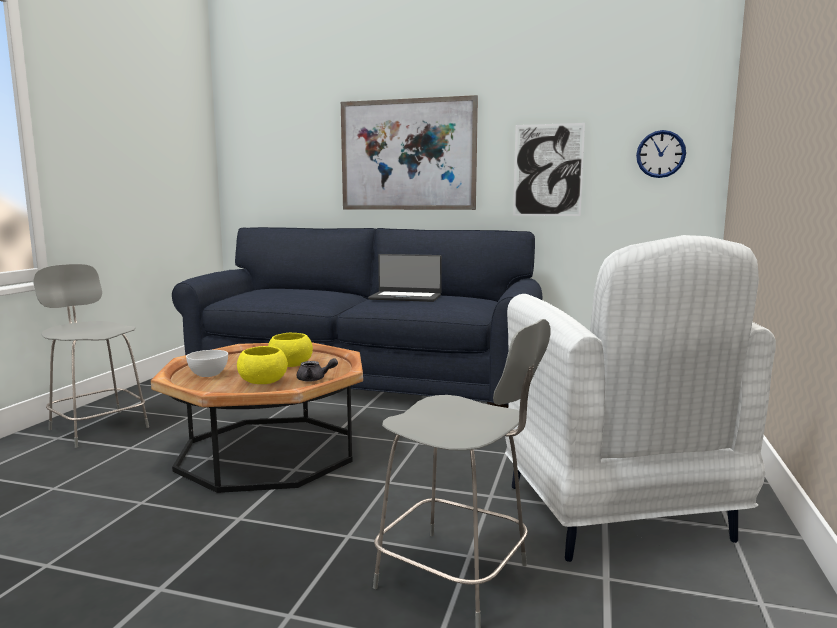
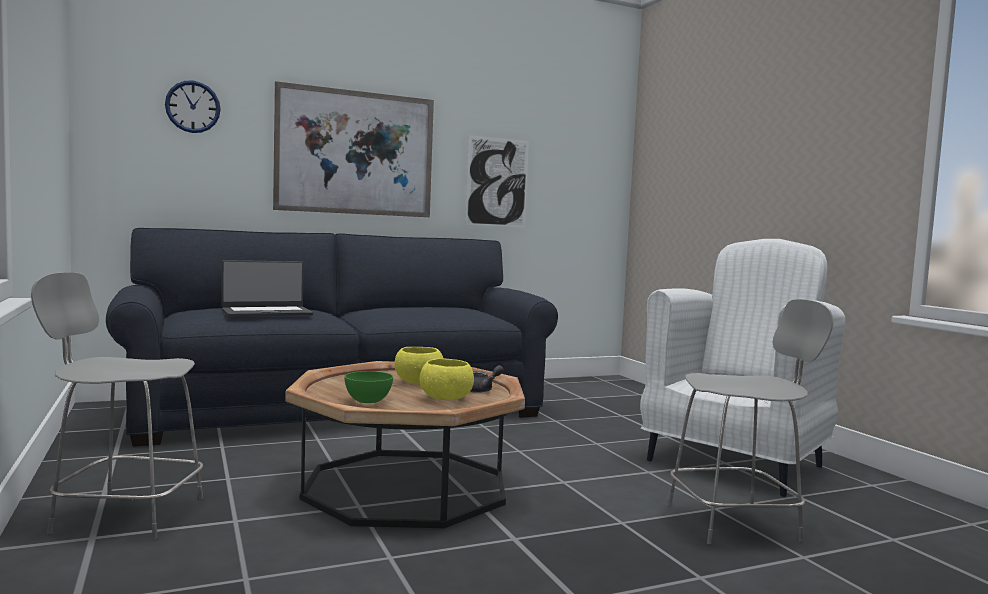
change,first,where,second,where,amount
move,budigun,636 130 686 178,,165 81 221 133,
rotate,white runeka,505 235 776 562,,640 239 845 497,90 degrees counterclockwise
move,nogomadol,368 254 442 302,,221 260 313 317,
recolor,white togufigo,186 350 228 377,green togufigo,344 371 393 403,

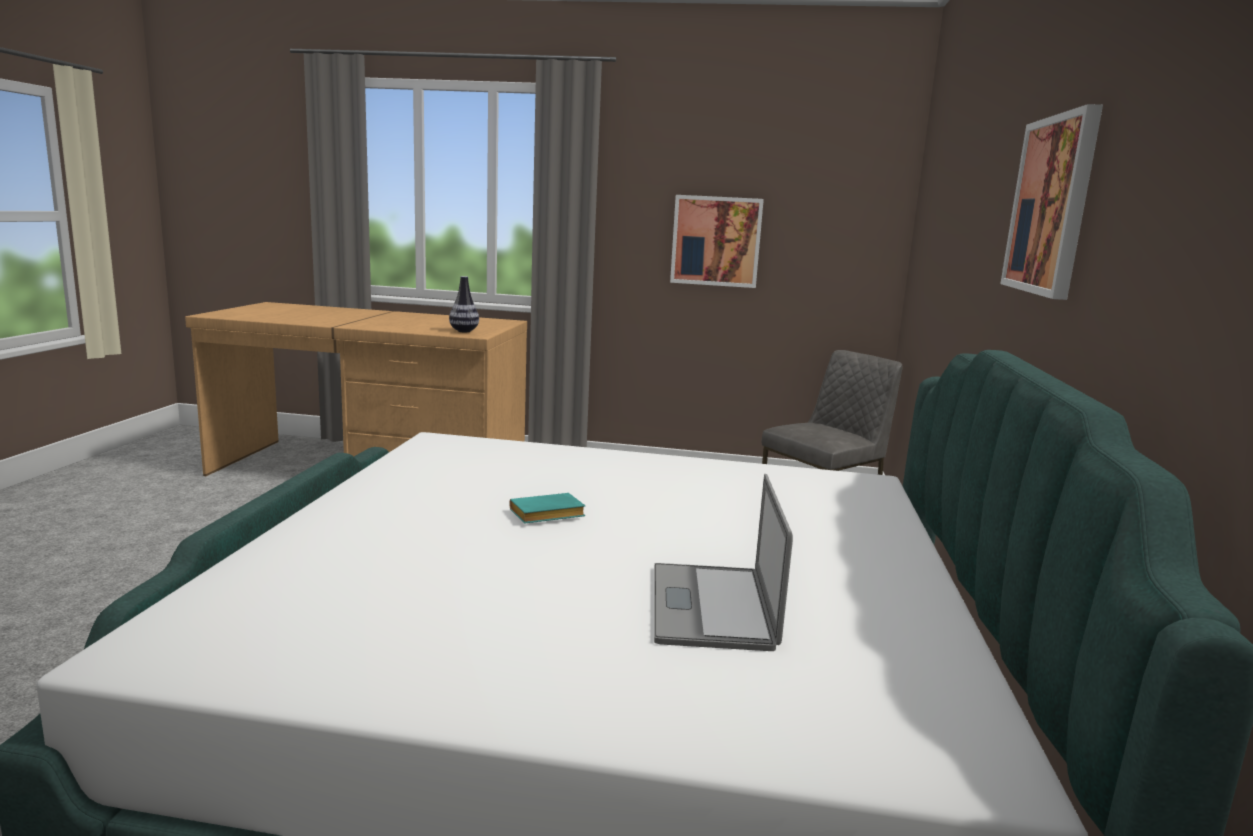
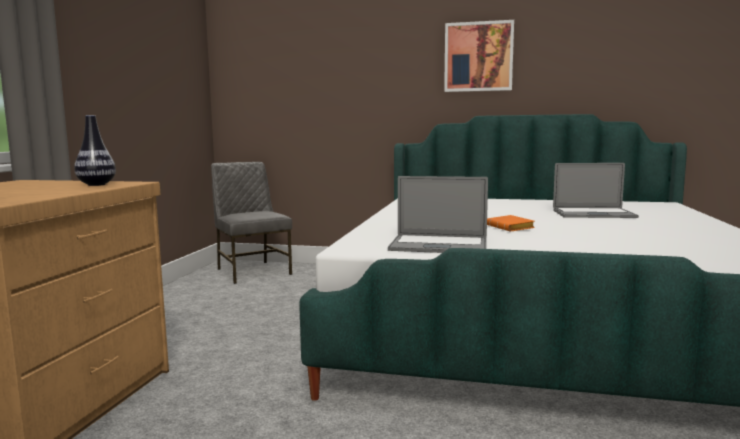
change,first,where,second,where,amount
delete,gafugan,670 195 764 288,,,
recolor,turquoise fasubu,509 493 585 524,orange fasubu,487 215 535 232,
insert,,,nogomadol,388 176 488 253,

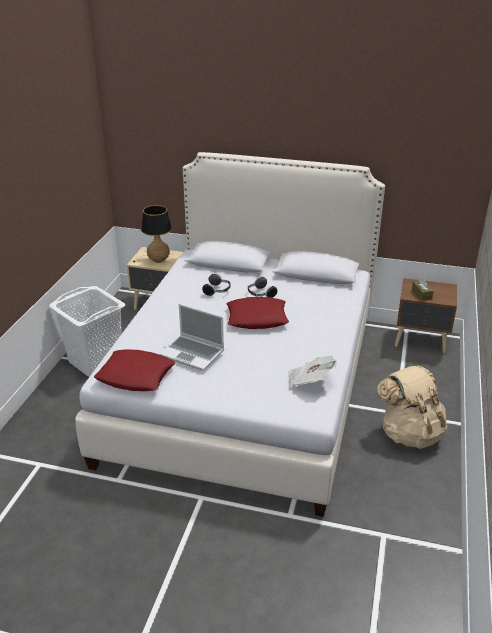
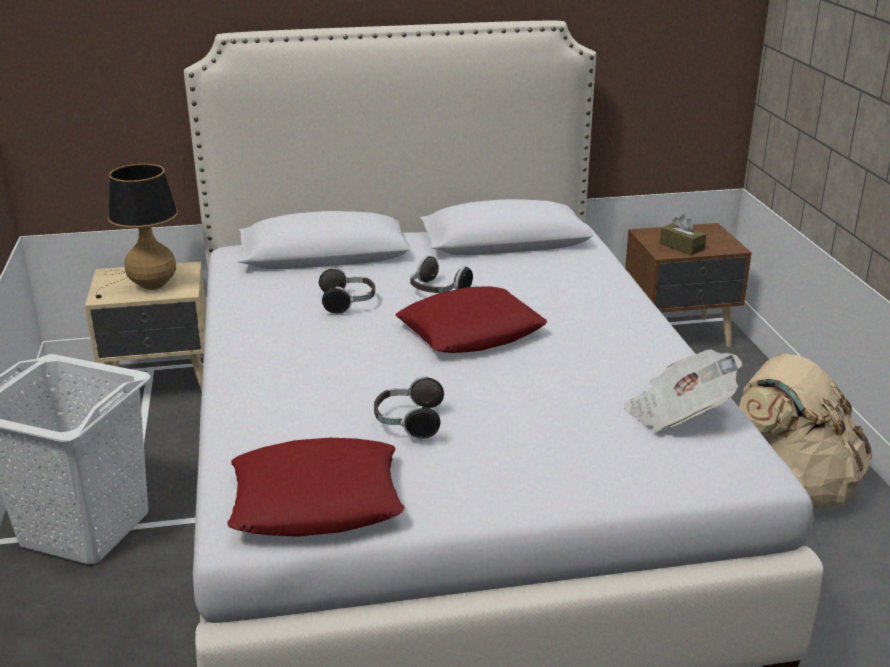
change,first,where,second,where,amount
replace,nogomadol,160 304 224 371,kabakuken,374 376 444 440,

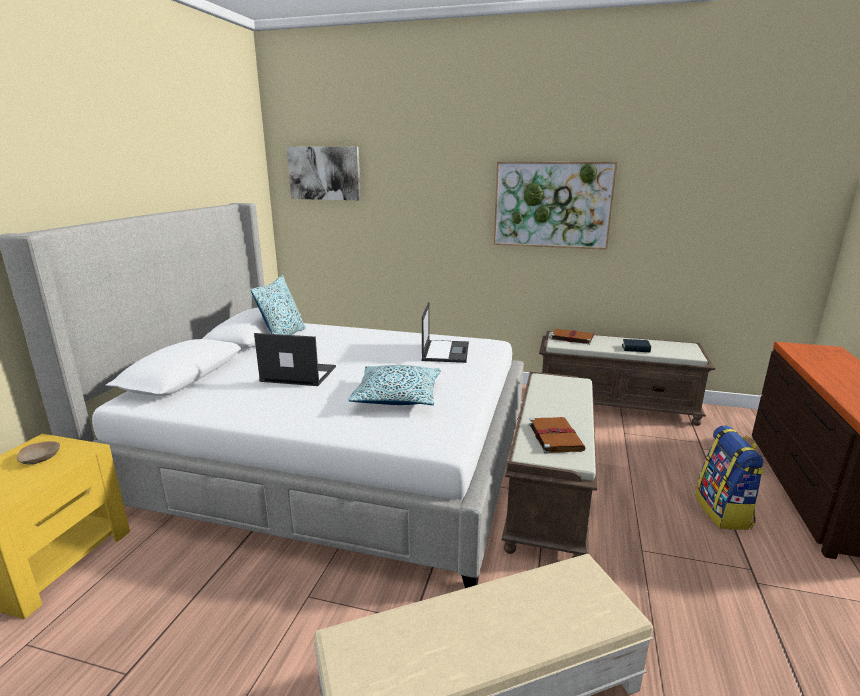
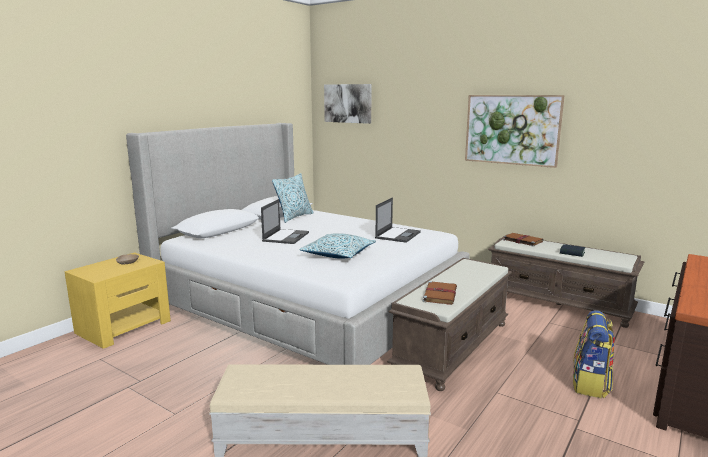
change,first,where,second,where,amount
rotate,nogomadol,254 333 336 386,,261 199 309 244,75 degrees clockwise

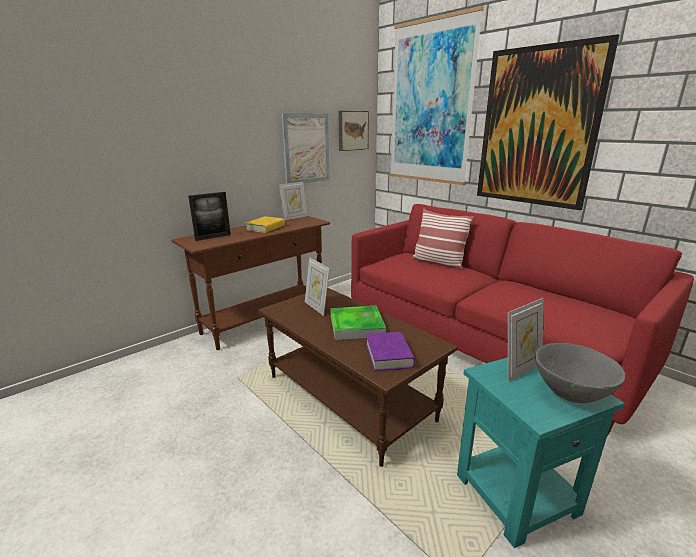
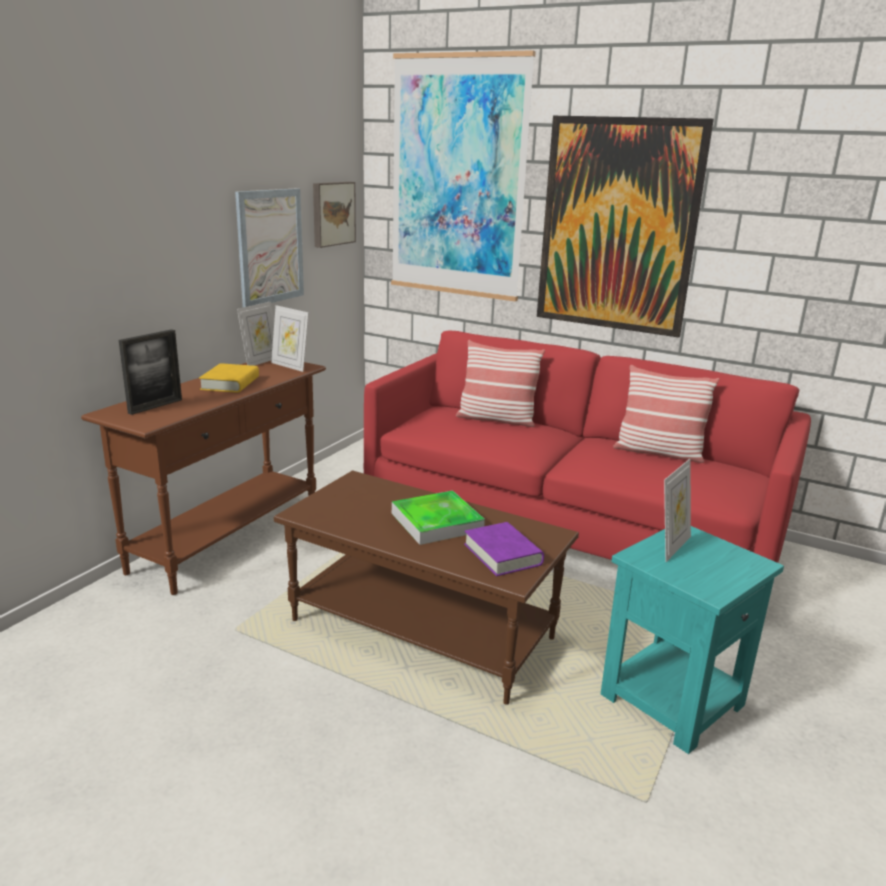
change,first,where,second,where,amount
move,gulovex,305 257 330 316,,271 305 309 372,
delete,grey togufigo,535 343 625 403,,,
insert,,,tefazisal,613 365 719 463,

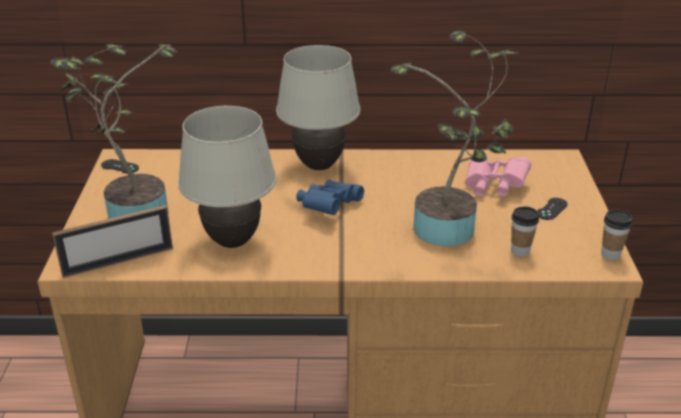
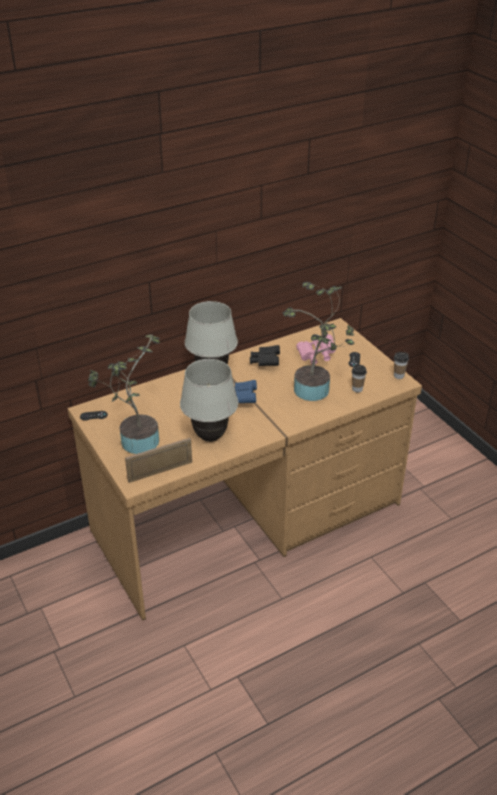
change,first,where,second,where,amount
rotate,gulovex,52 205 173 278,,125 438 192 483,150 degrees counterclockwise
insert,,,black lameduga,250 345 280 366,

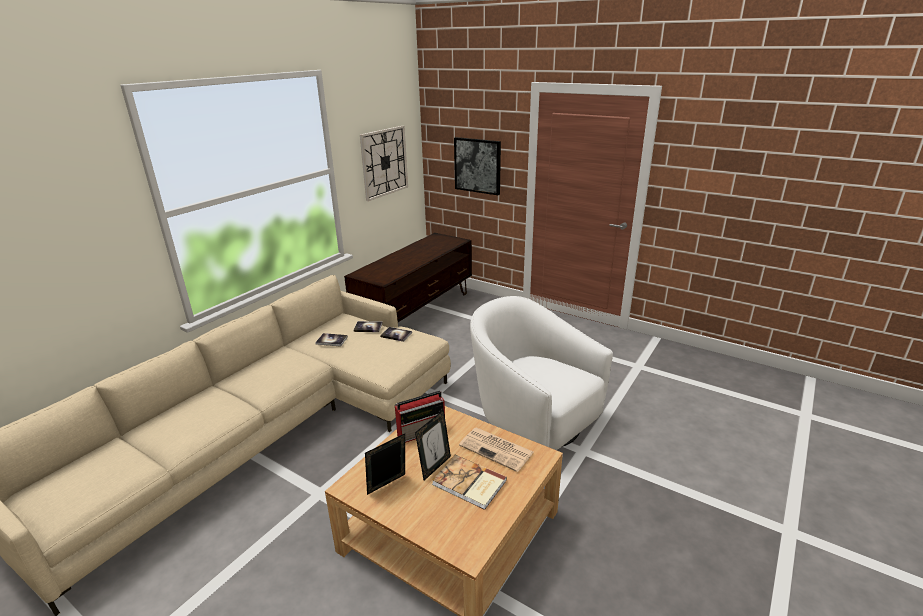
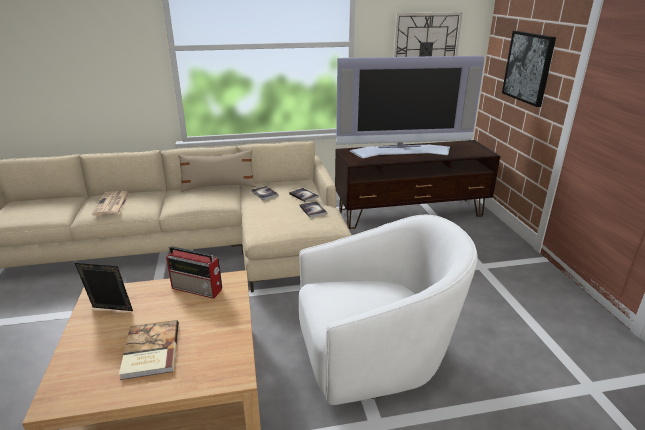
change,first,where,second,where,amount
rotate,white runeka,470 296 613 450,,299 215 477 405,75 degrees clockwise
delete,gulovex,415 410 451 480,,,
move,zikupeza,459 428 534 472,,92 191 130 215,
insert,,,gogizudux,336 56 484 158,
insert,,,beige tefazisal,178 150 256 192,

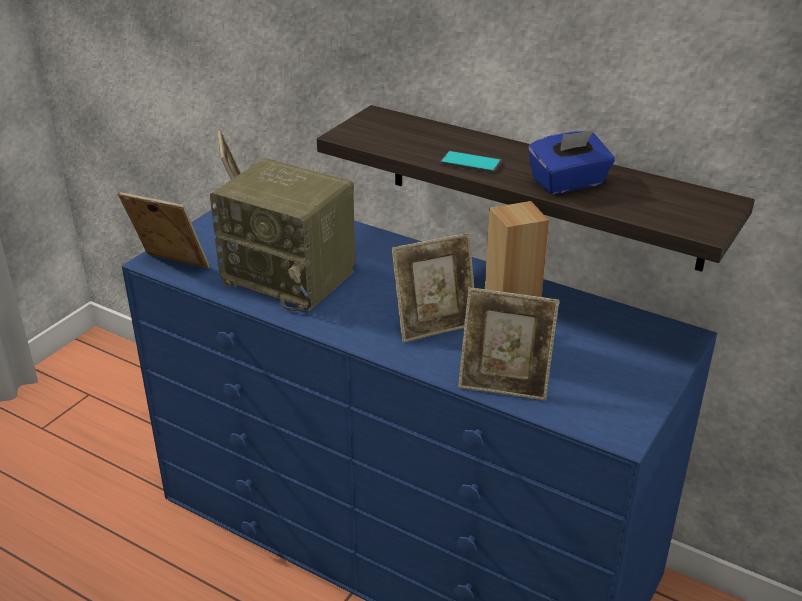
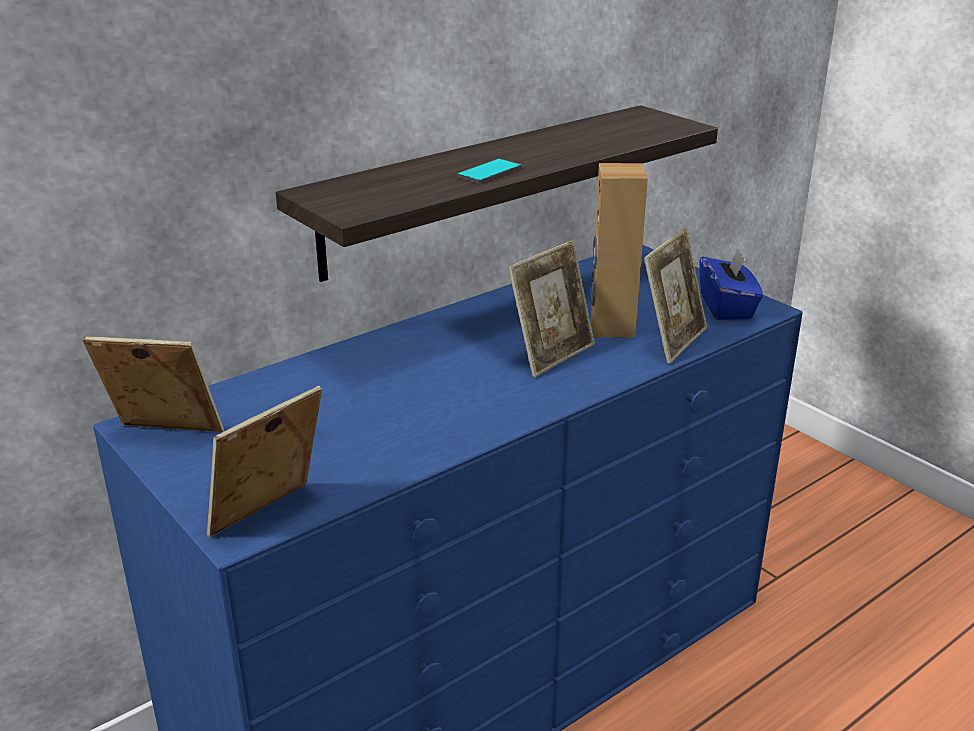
change,first,where,second,where,amount
move,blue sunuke,528 130 615 194,,699 248 763 320,
delete,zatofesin,210 158 355 312,,,
rotate,gulovex,392 233 474 343,,508 240 595 377,45 degrees clockwise

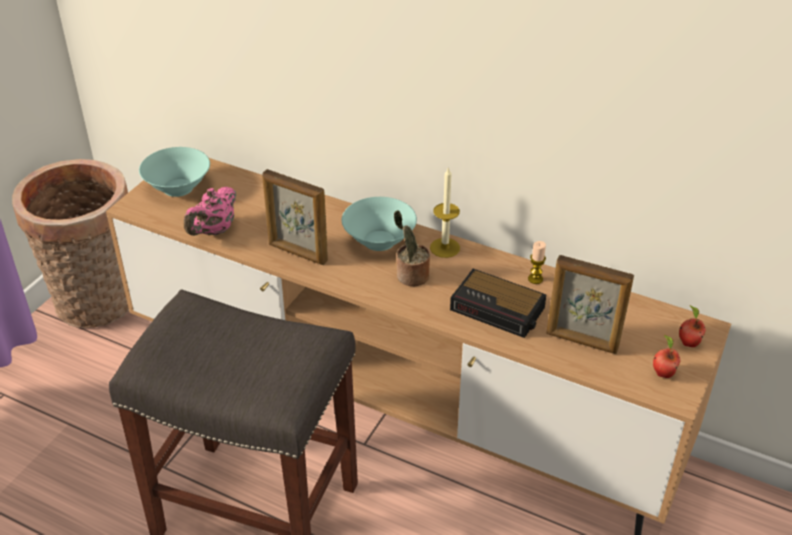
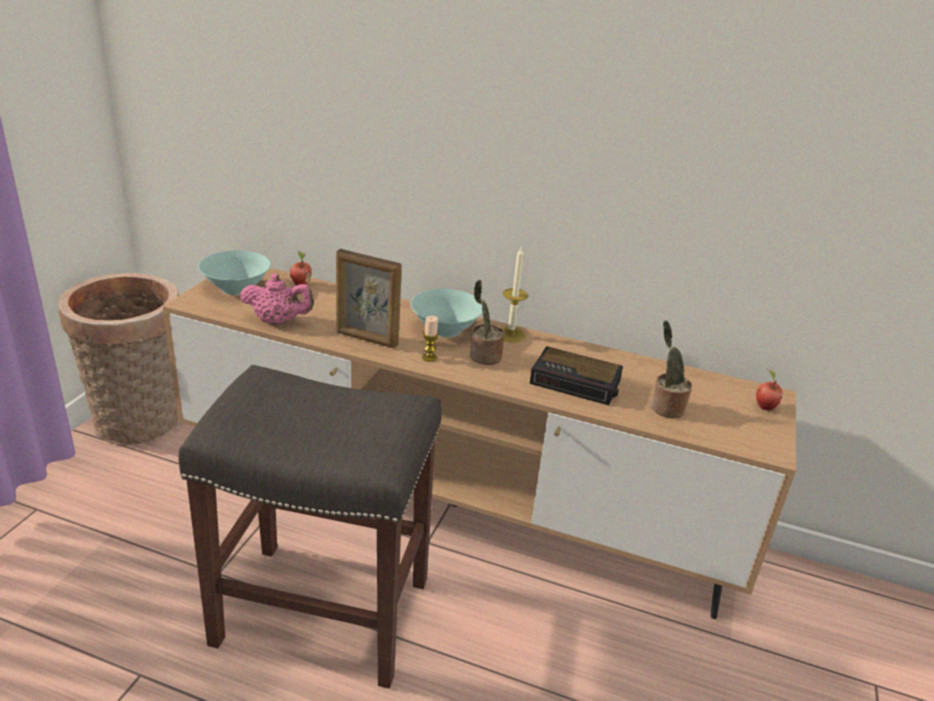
change,first,where,second,where,amount
rotate,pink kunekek,184 187 236 236,,240 273 314 324,105 degrees counterclockwise
move,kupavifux,528 241 546 284,,422 316 439 362,
replace,gulovex,546 255 634 354,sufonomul,651 321 692 419,
move,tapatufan,653 334 680 378,,290 251 312 285,

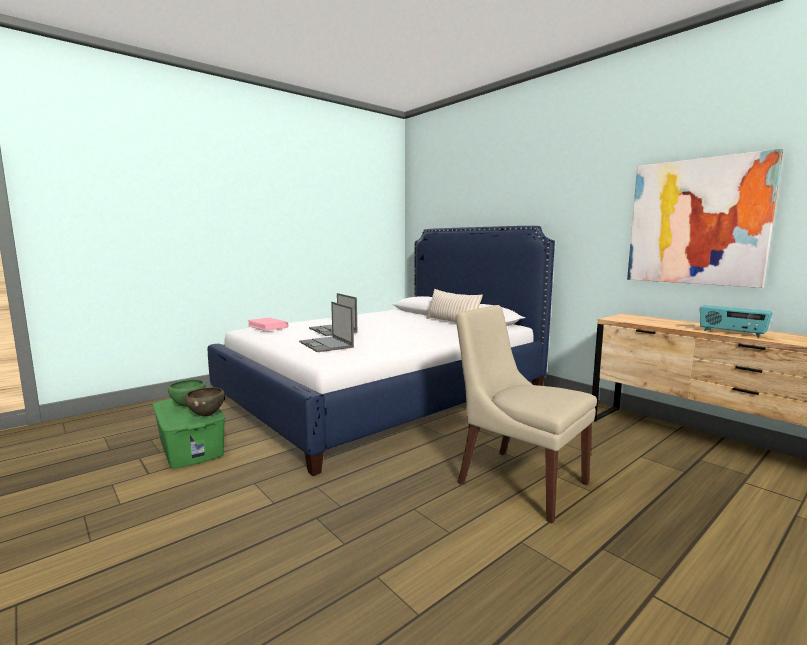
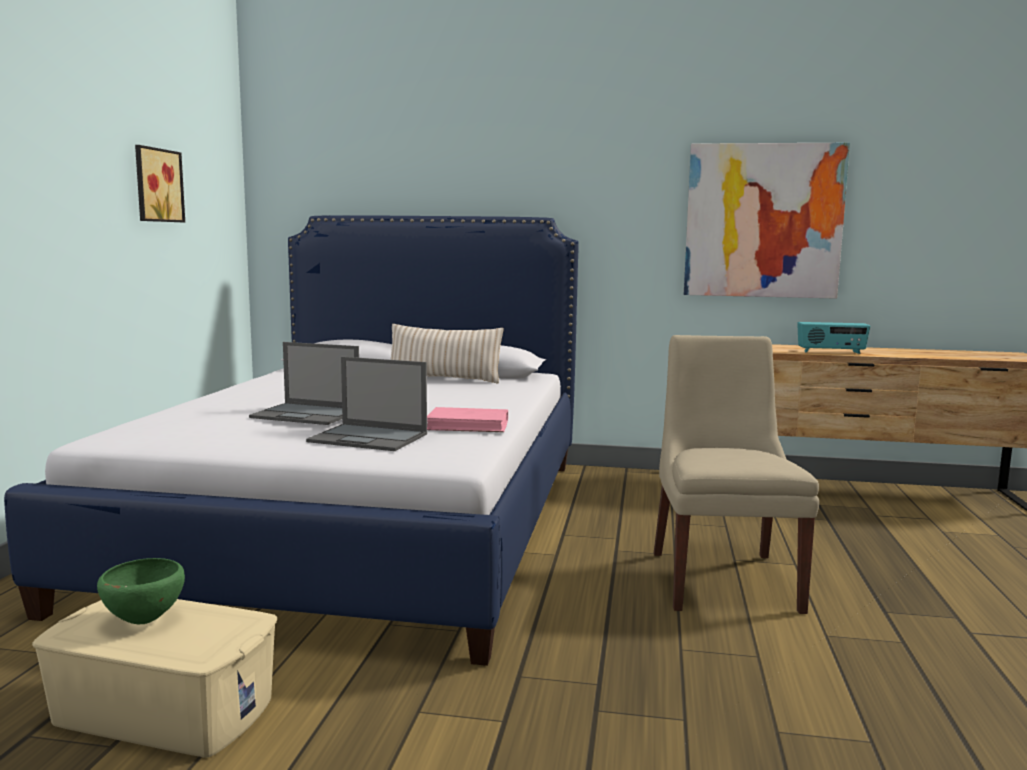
change,first,where,second,where,amount
rotate,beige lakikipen,456 305 597 523,,654 335 819 614,90 degrees clockwise
move,pink fasubu,247 318 289 331,,427 407 508 432,
delete,brown togufigo,185 387 224 416,,,
recolor,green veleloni,153 399 225 469,beige veleloni,32 599 277 758,
insert,,,gafugan,135 145 185 222,

